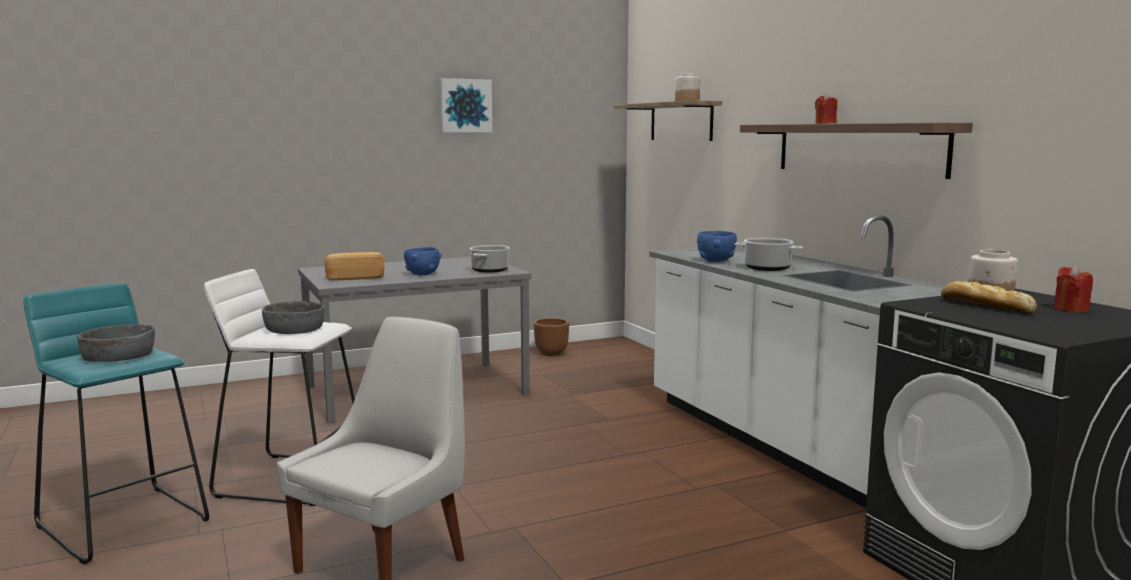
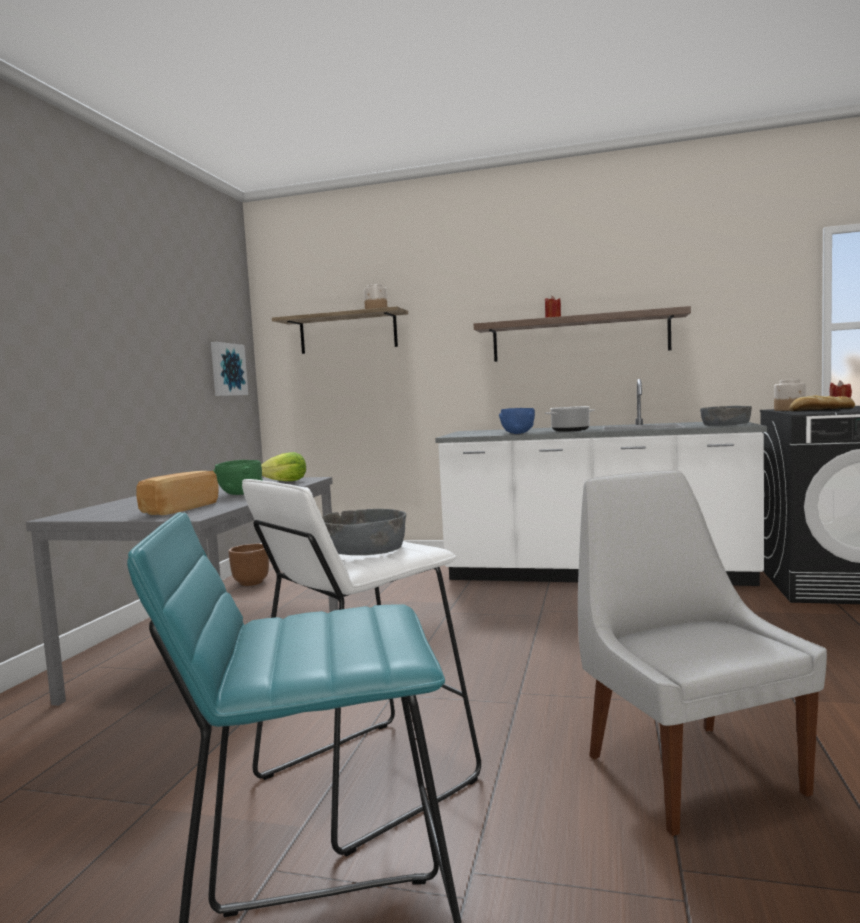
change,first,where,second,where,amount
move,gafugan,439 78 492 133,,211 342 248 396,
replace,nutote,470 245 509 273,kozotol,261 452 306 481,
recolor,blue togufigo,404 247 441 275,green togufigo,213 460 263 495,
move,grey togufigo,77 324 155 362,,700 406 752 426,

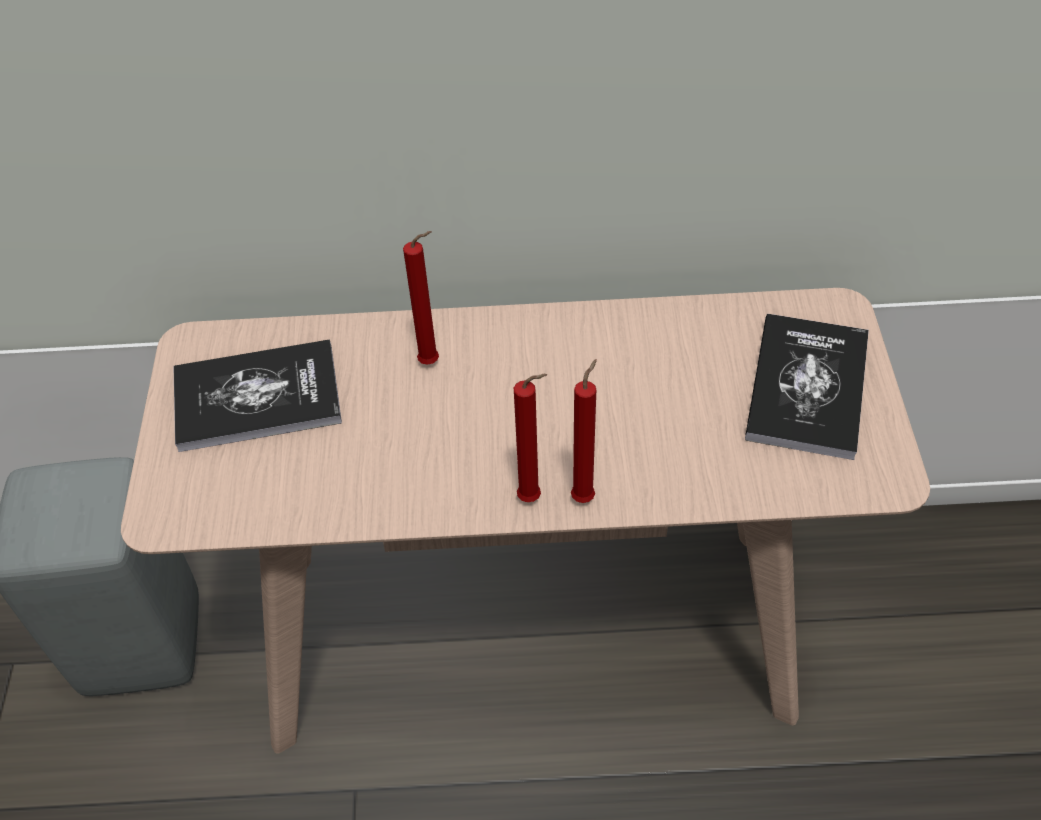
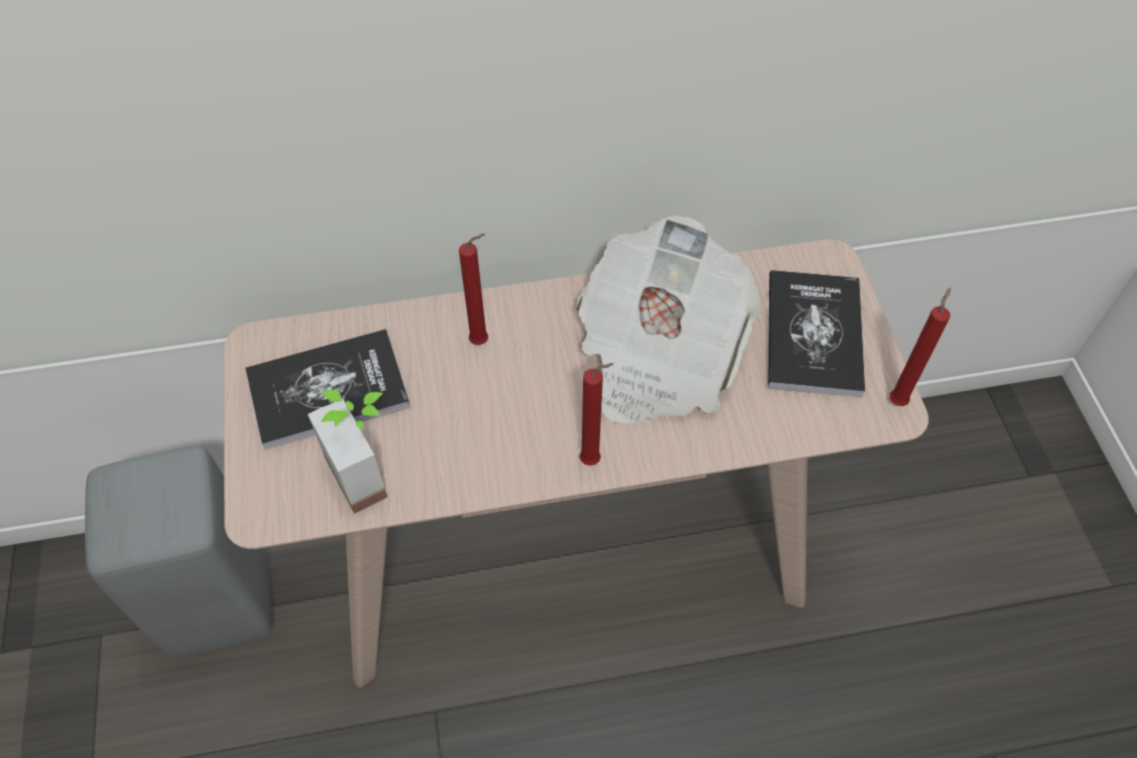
change,first,where,second,where,amount
move,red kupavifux,571 359 597 503,,889 288 951 406,
insert,,,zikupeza,577 216 760 423,
insert,,,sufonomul,308 390 387 514,

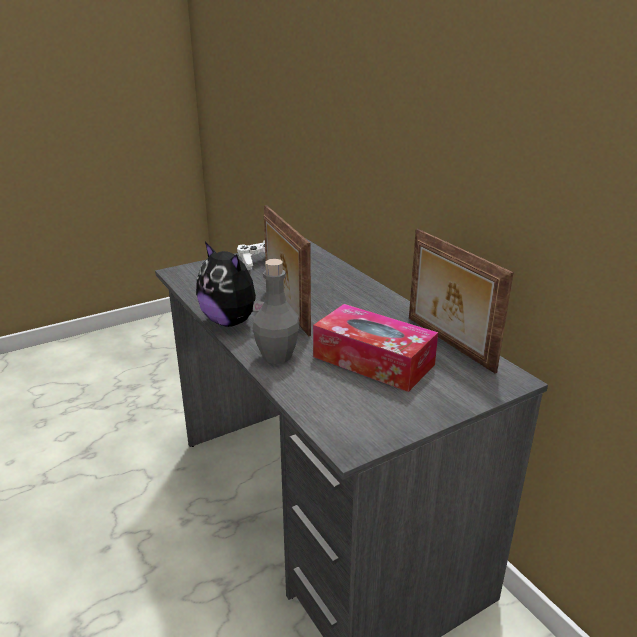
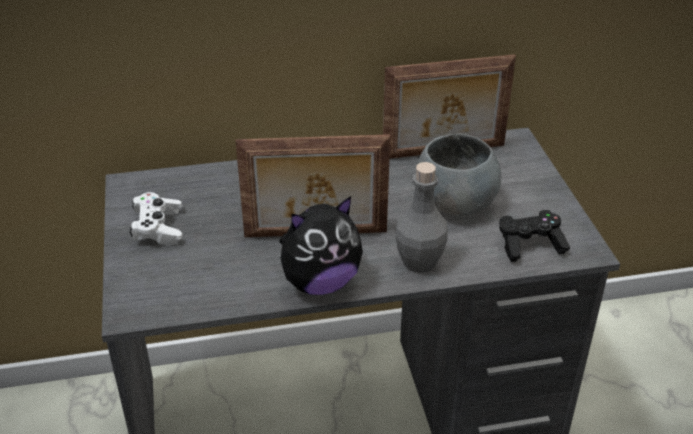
change,first,where,second,where,amount
replace,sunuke,313 304 438 392,grey togufigo,417 133 501 215,
insert,,,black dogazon,499 210 570 262,

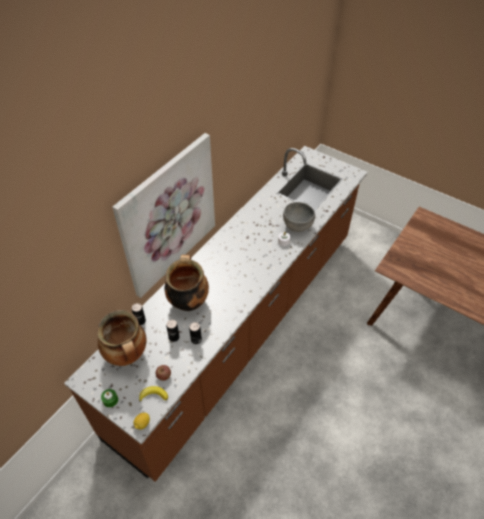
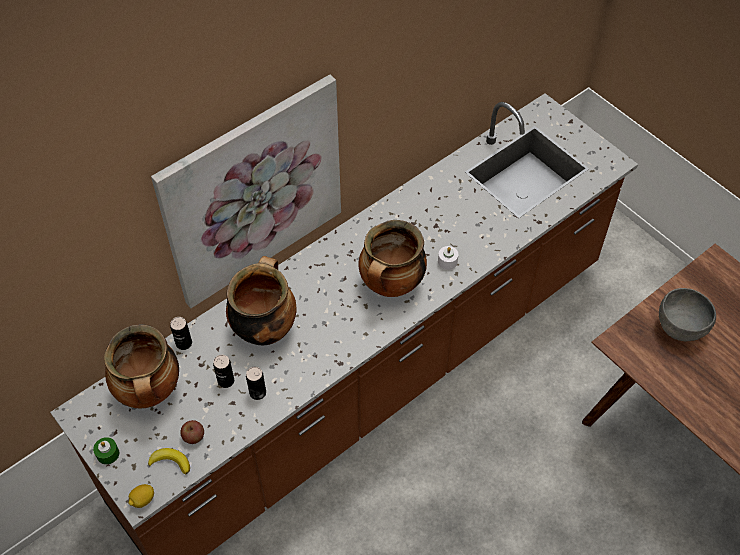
change,first,where,second,where,amount
move,grey togufigo,283 202 315 232,,659 288 716 341,
insert,,,nutote,359 220 427 297,

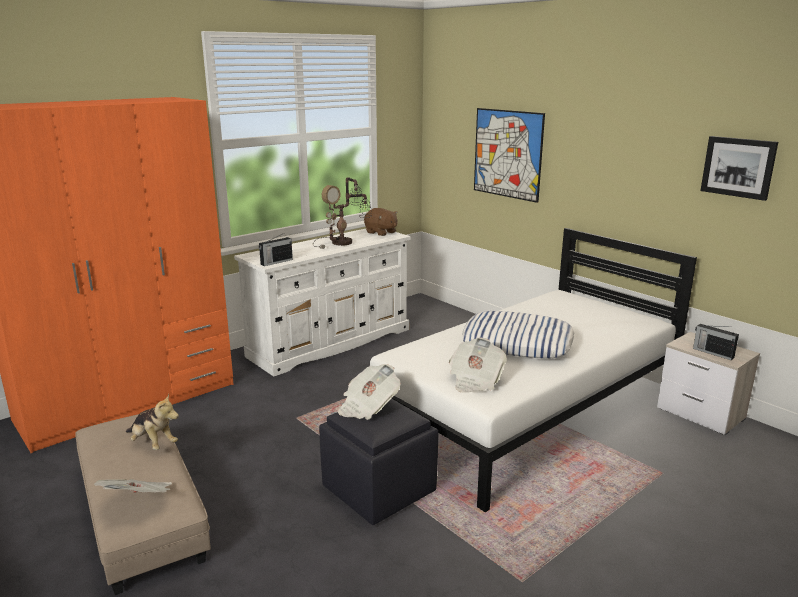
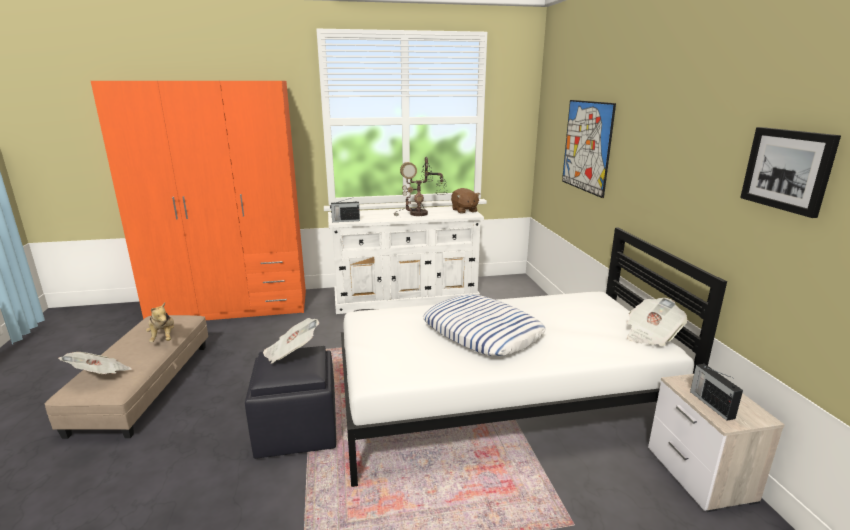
change,first,where,second,where,amount
move,zikupeza,449 337 507 393,,627 298 687 346,

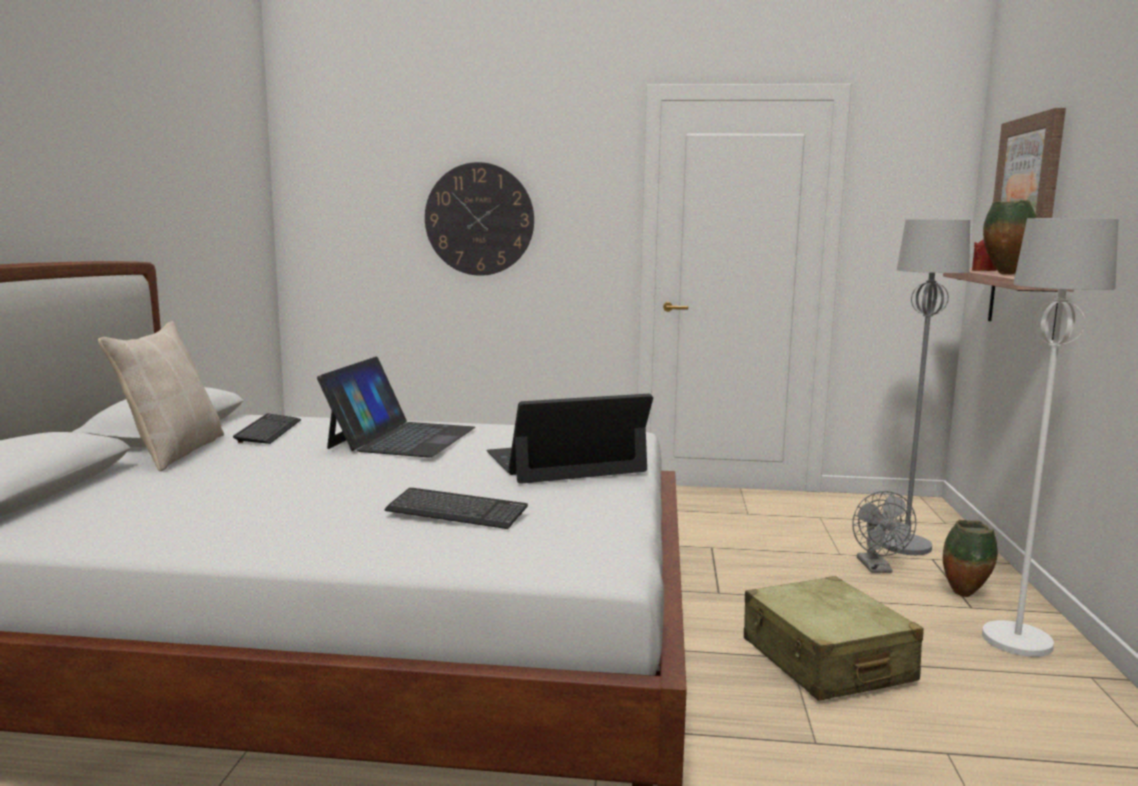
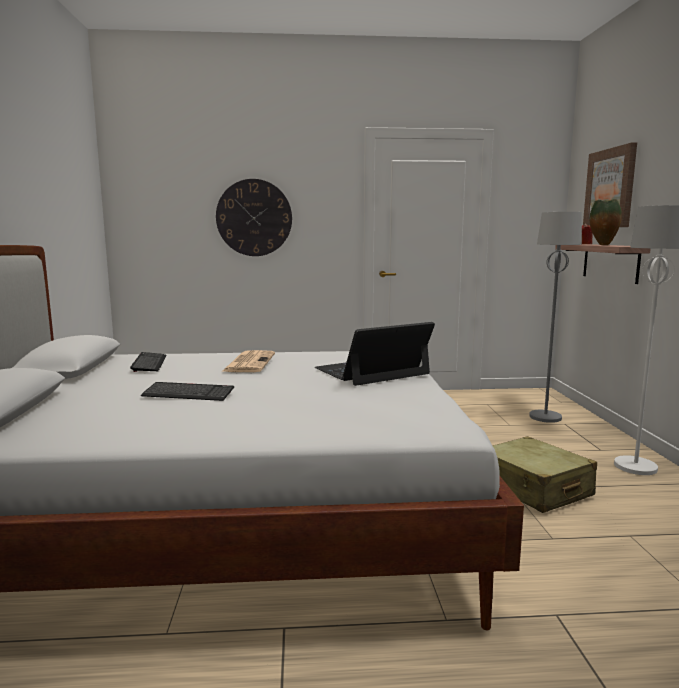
change,first,where,second,where,amount
delete,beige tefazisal,98 321 224 471,,,
replace,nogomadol,317 357 475 458,zikupeza,222 350 275 372,
move,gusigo,384 488 528 529,,141 382 234 401,
delete,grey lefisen,852 491 916 573,,,
delete,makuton,943 520 998 597,,,

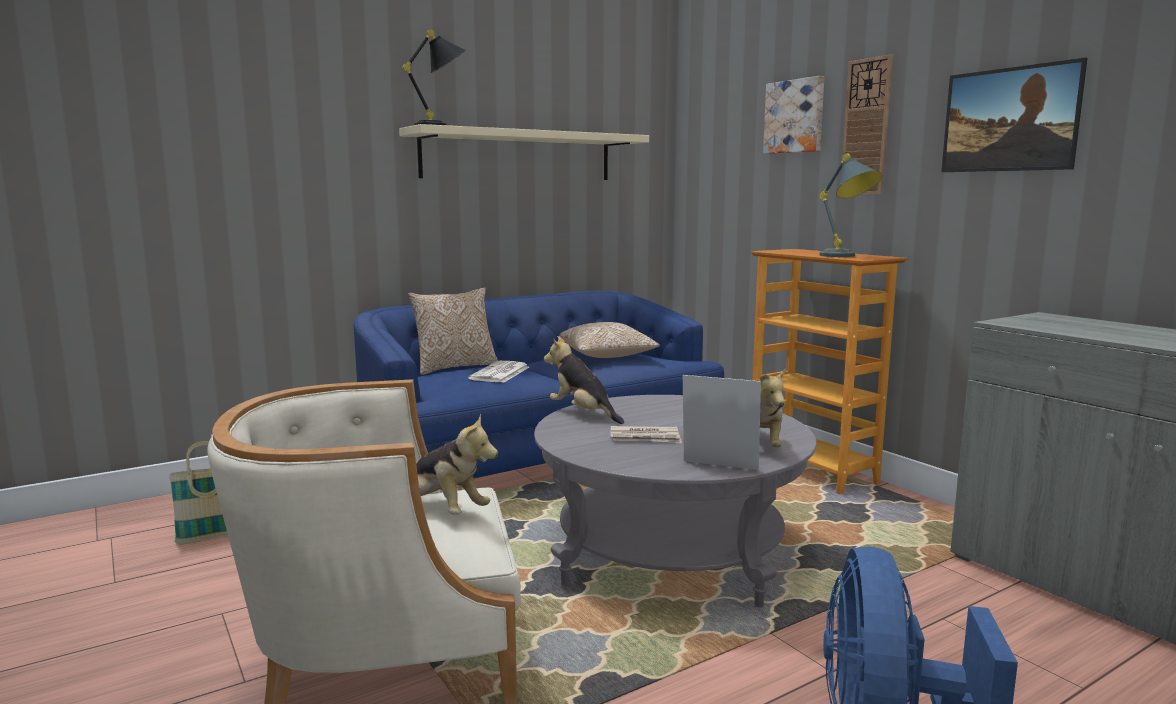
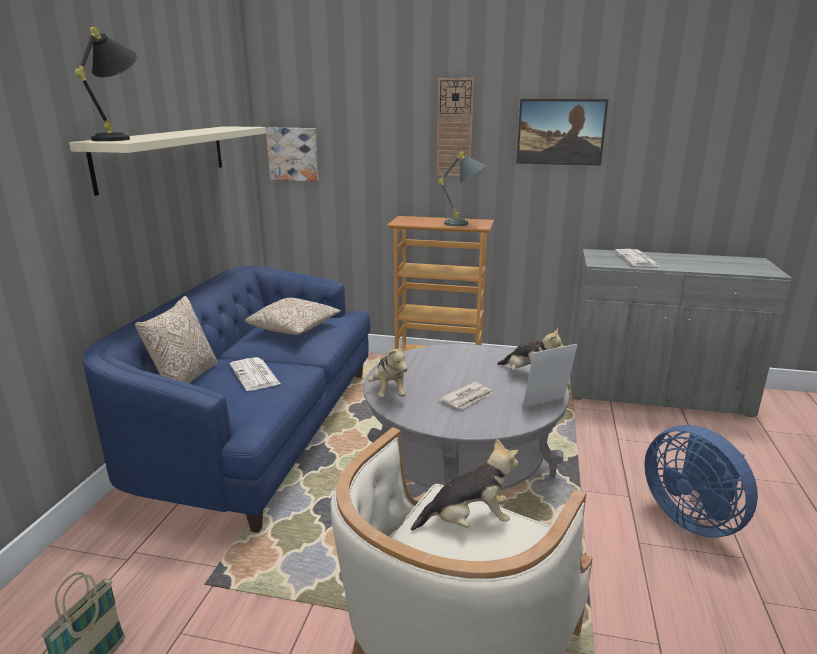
change,first,where,second,where,amount
move,gafugan,763 76 824 154,,266 128 319 181,
rotate,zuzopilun,544 336 624 424,,368 343 408 397,105 degrees counterclockwise
insert,,,zikupeza,615 249 661 267,

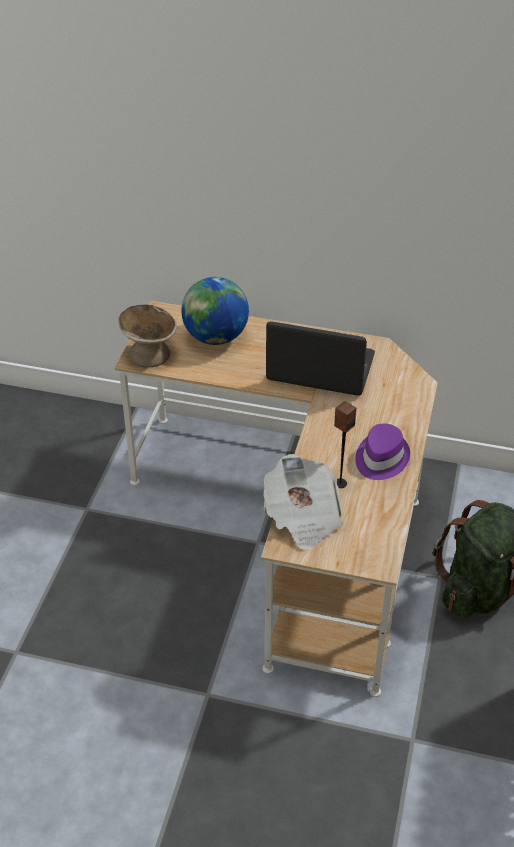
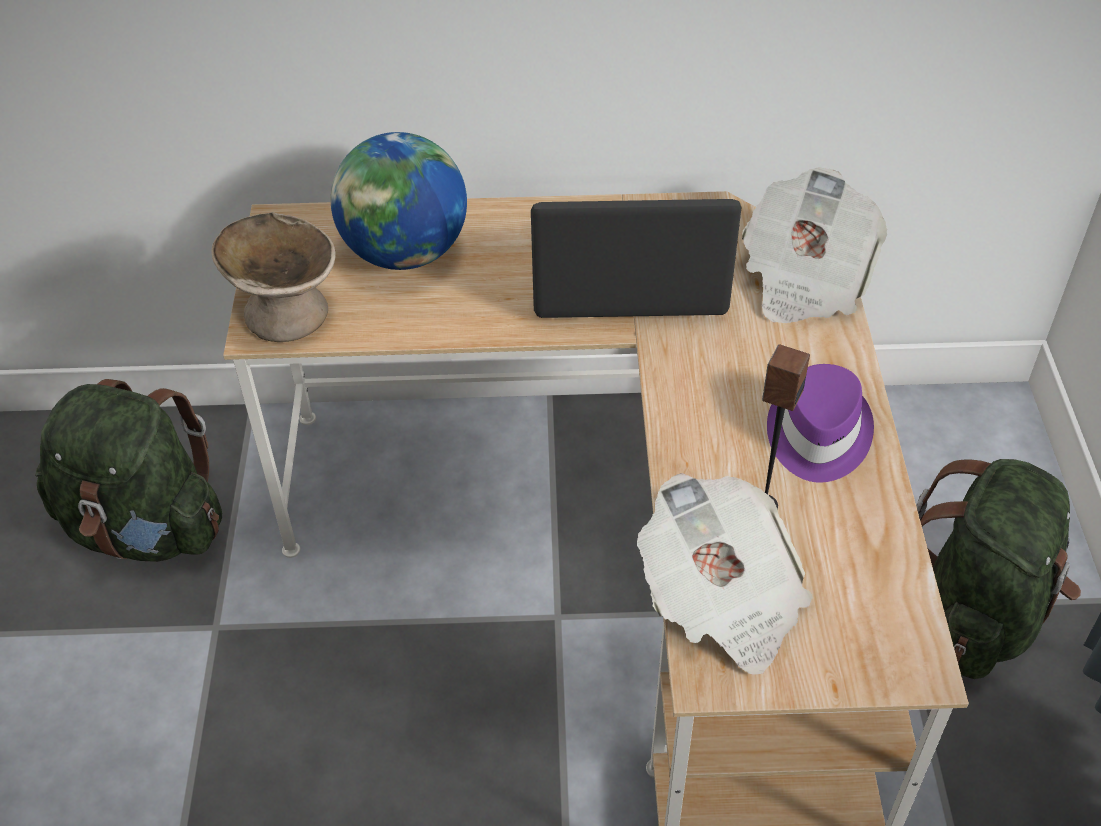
change,first,where,second,where,amount
insert,,,zikupeza,742 168 887 323,
insert,,,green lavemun,35 379 222 562,

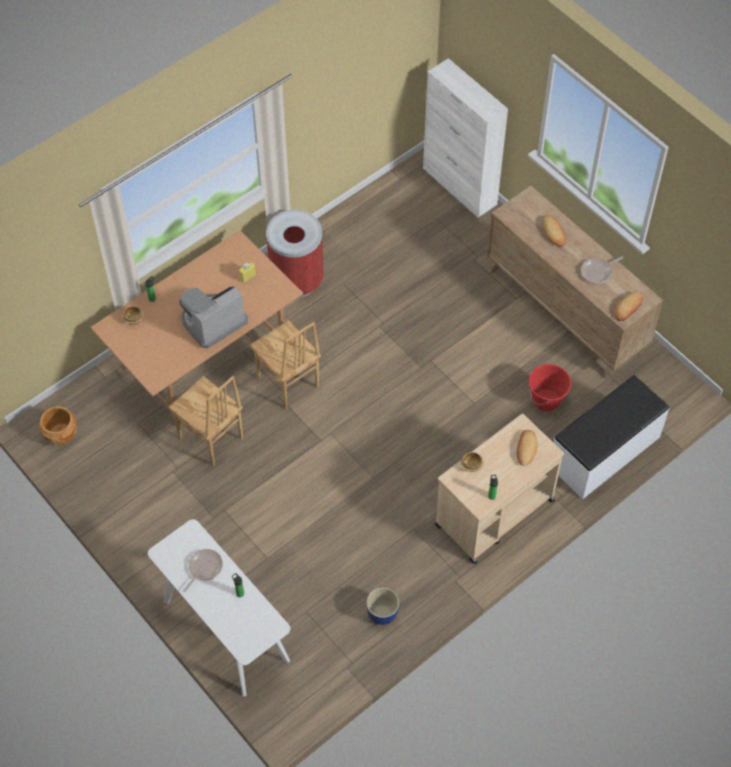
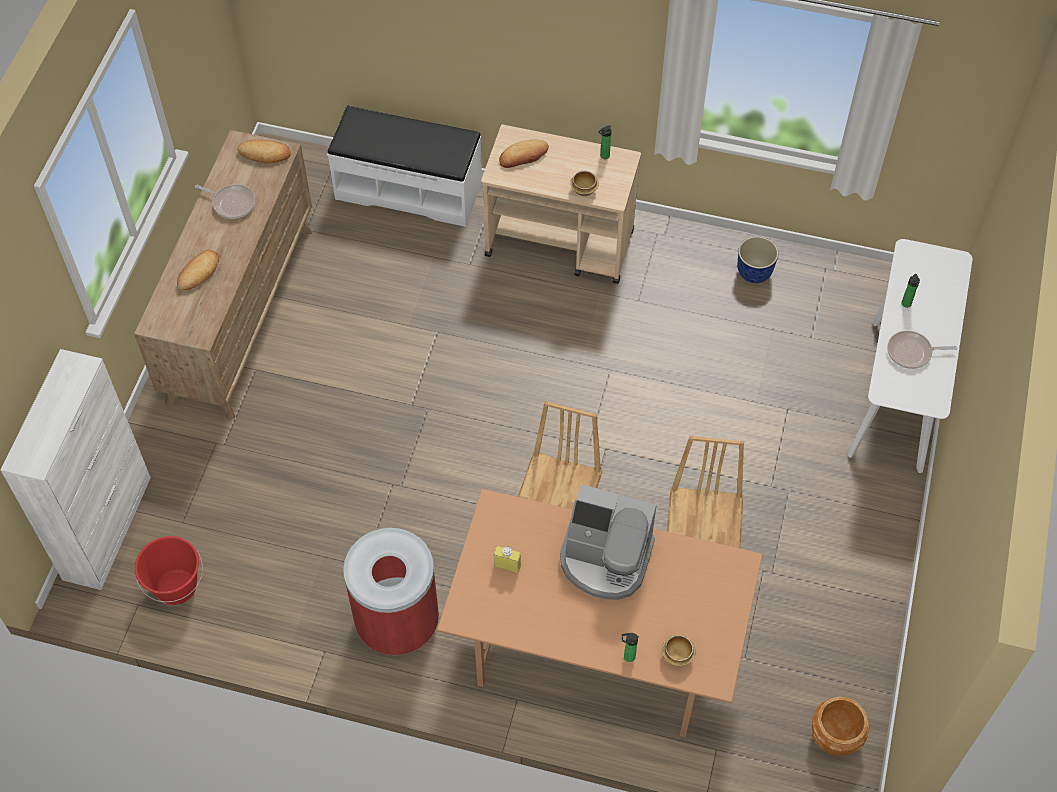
change,first,where,second,where,amount
move,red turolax,528 364 571 412,,135 536 203 605,

